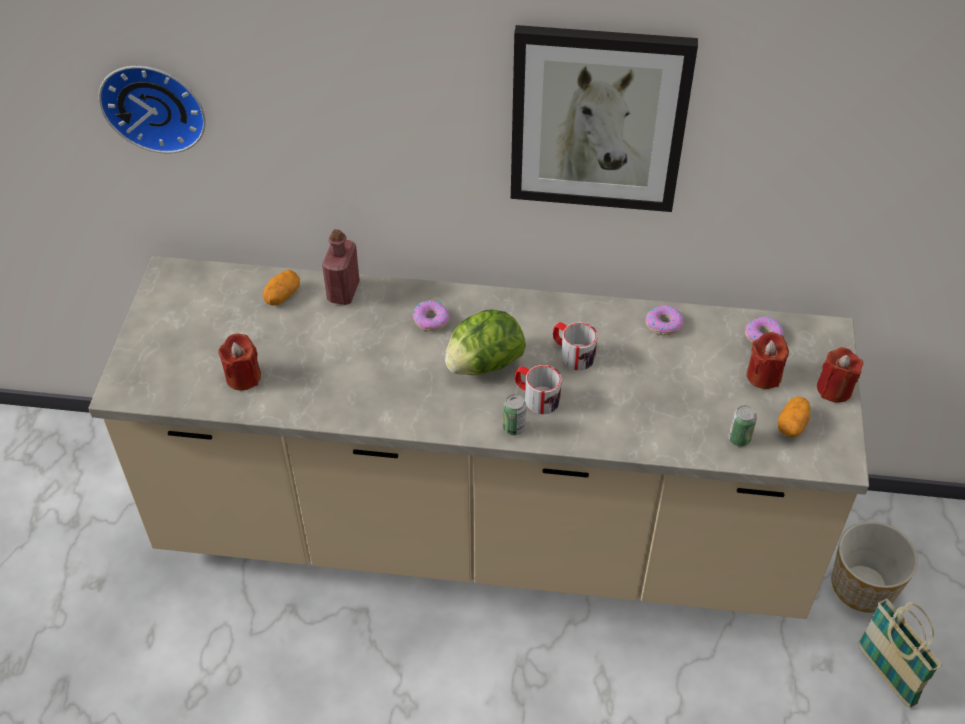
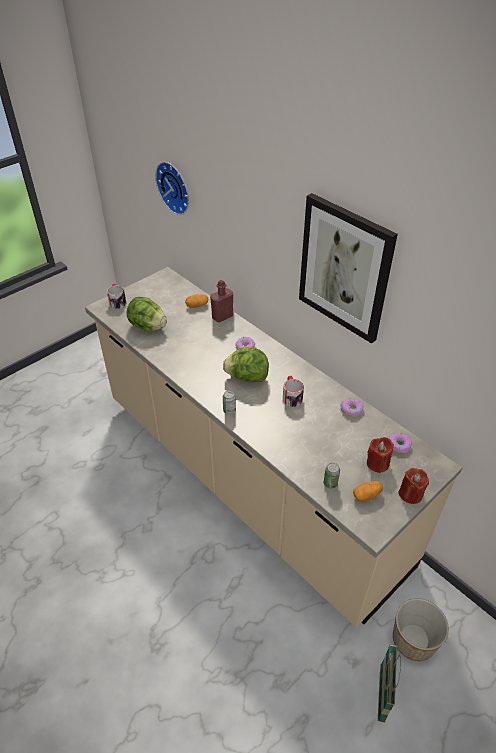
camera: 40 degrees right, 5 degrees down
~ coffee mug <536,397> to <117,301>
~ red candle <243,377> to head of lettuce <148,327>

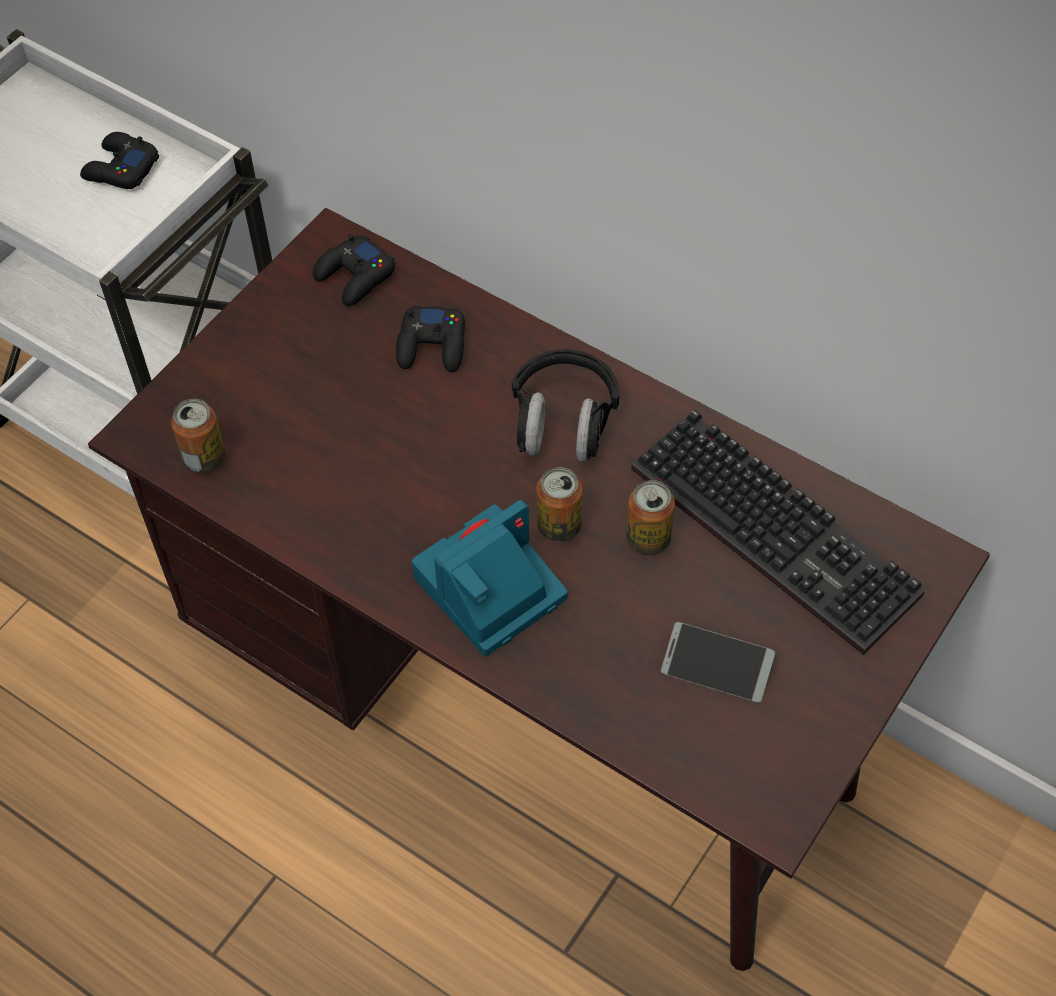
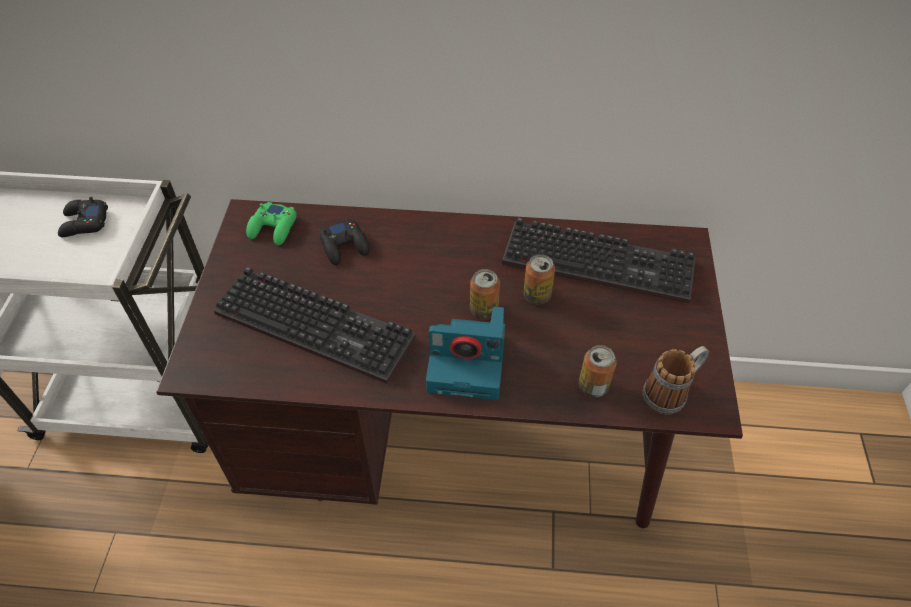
camera: 30 degrees left, 5 degrees down
+ keyboard <319,324>
~ black joypad <355,277> to green-coloured joypad <273,228>
~ photo camera <488,590> = <469,363> 105 degrees counterclockwise
~ sealed can <204,457> to <593,386>
+ coffee mug <671,392>
- black headset <563,422>
- handset <716,667>

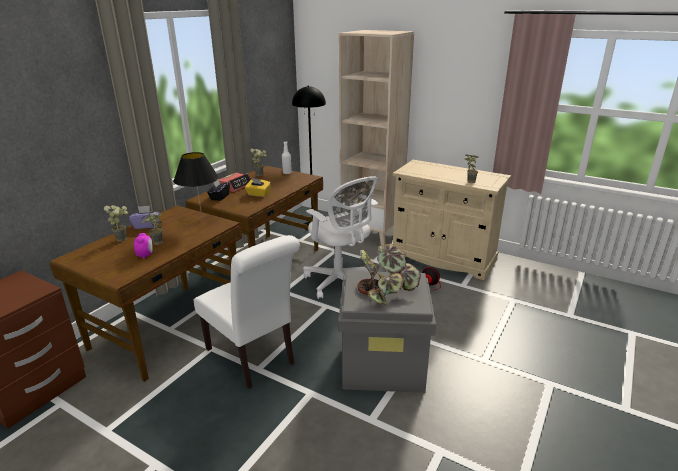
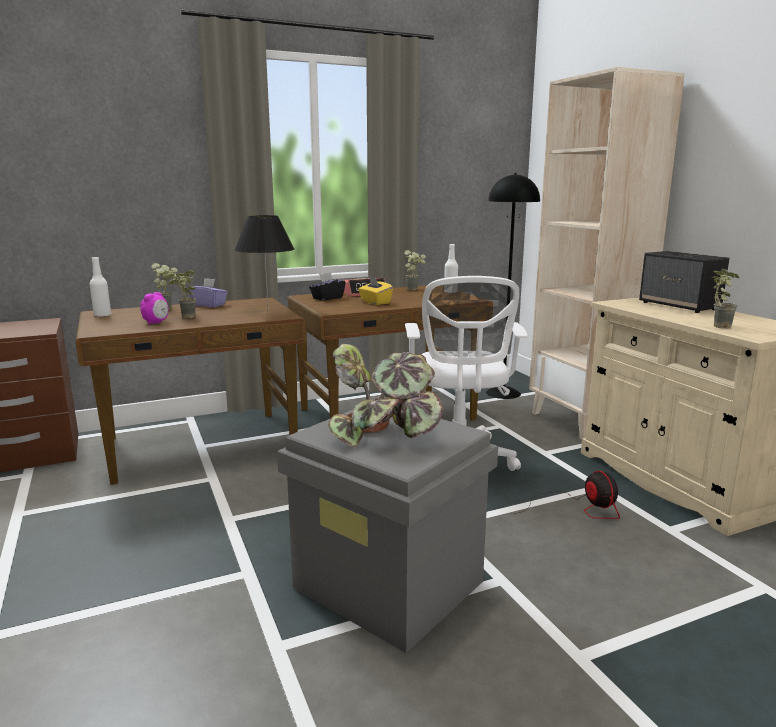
camera: 35 degrees right, 10 degrees down
+ white-coloured drink bottle <102,315>
+ speaker <679,306>
- white-coloured chair <253,358>

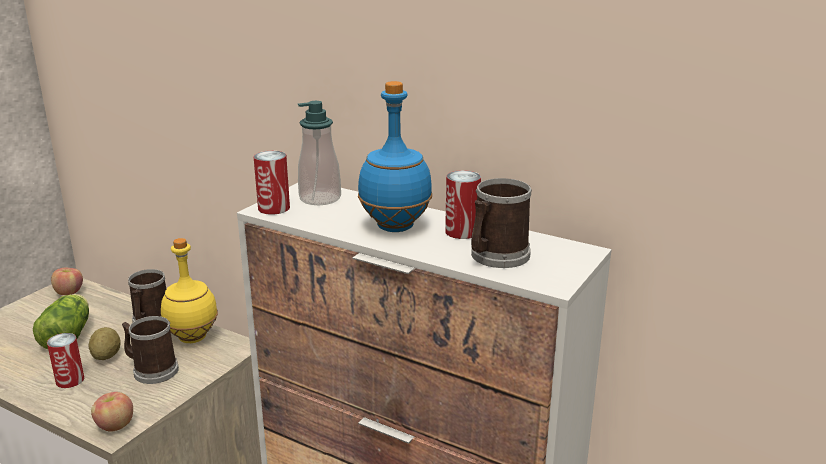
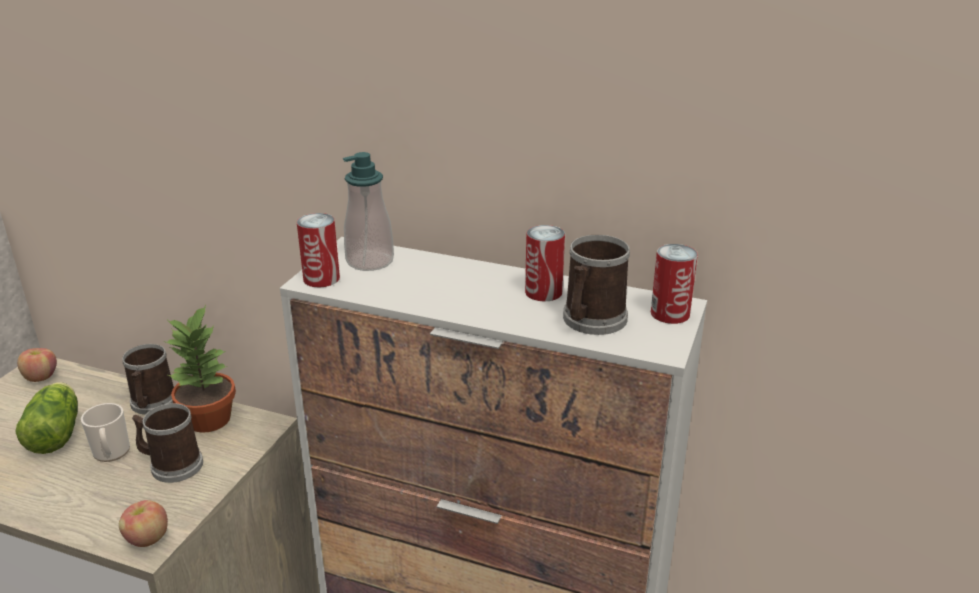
camera: 10 degrees left, 5 degrees up
~ whole potato <106,356> to coffee mug <111,453>
~ yellowish drink bottle <193,337> to houseplant <210,419>
~ sealed can <70,380> to <670,313>
- blue-coloured drink bottle <396,227>

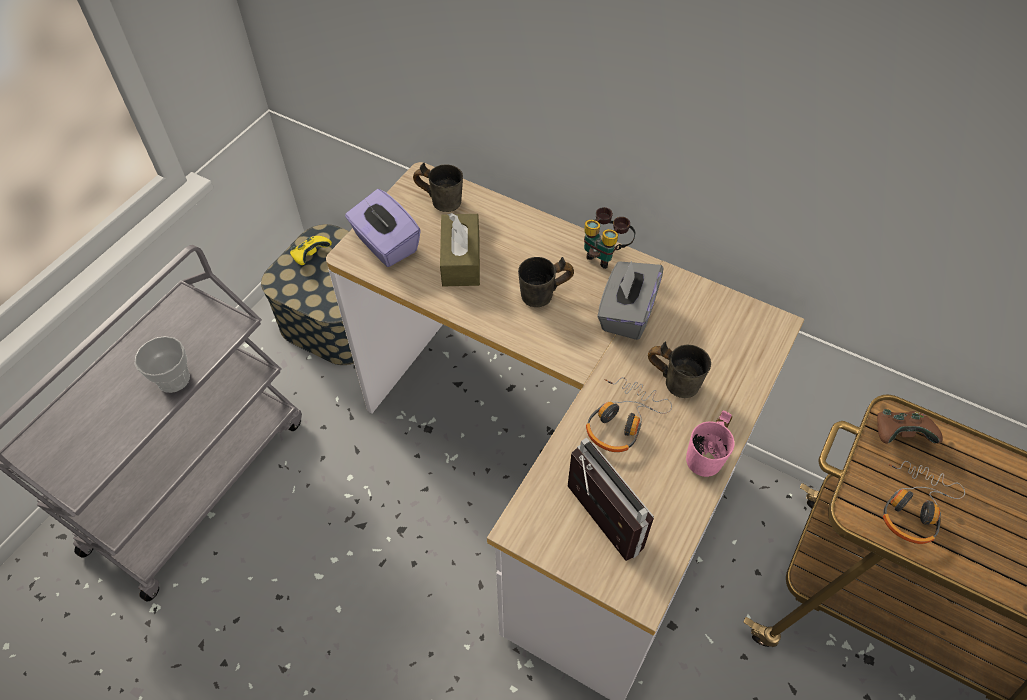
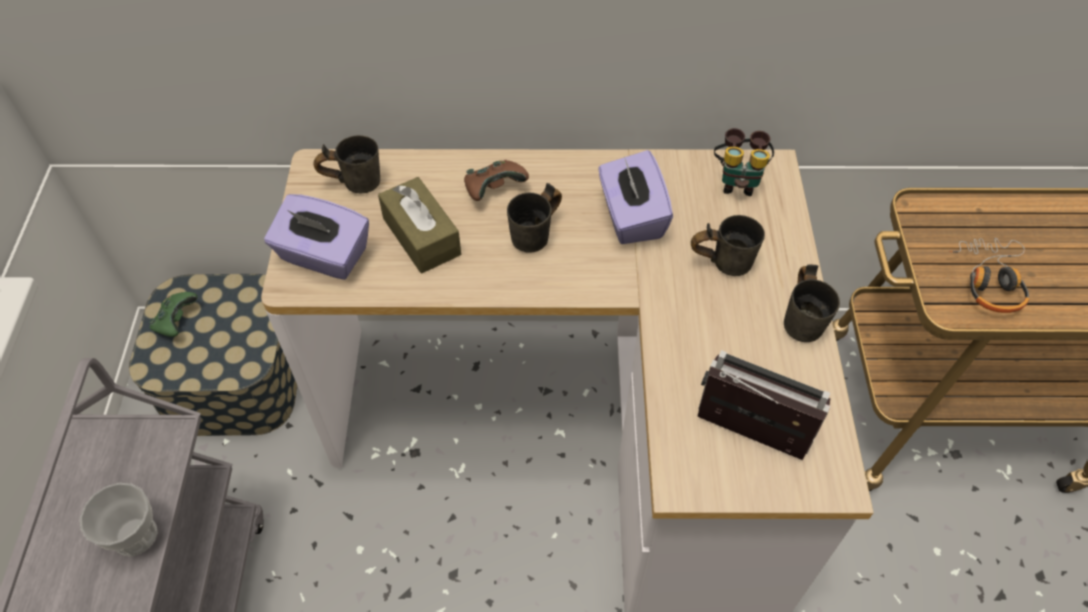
camera: 30 degrees left, 0 degrees up
~ yellowish joypad <311,256> to green-coloured joypad <176,321>
~ brown joypad <900,435> to <494,189>
~ grey tissue box <626,313> to purple-coloured tissue box <631,217>
~ pair of binoculars <604,254> to <738,181>
~ pink coffee mug <711,457> to grey coffee mug <806,320>
- headset <622,420>

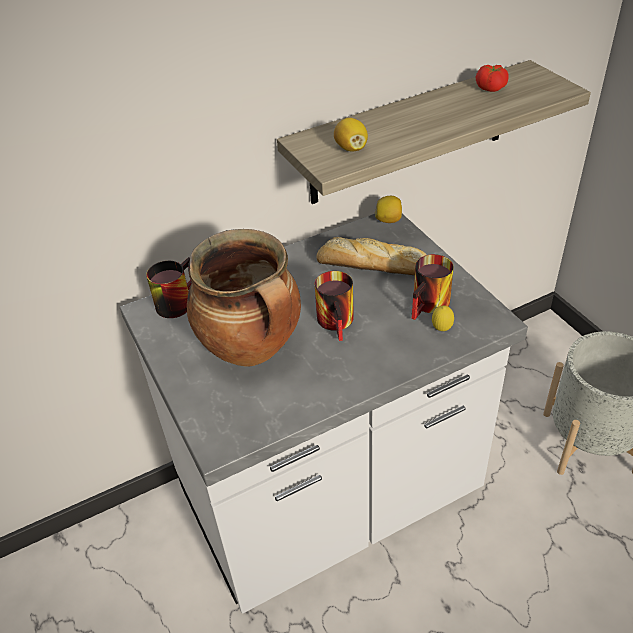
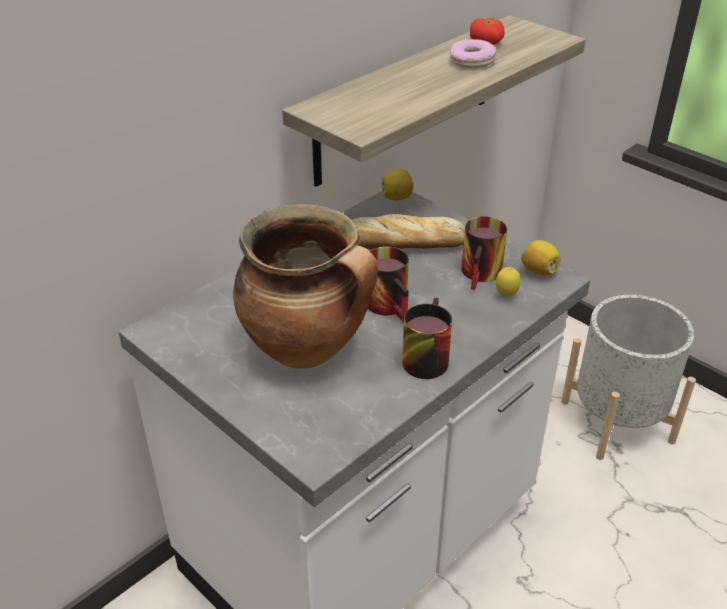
camera: 20 degrees left, 5 degrees down
~ coffee mug <175,300> to <422,356>
+ doughnut <471,61>
~ lemon <351,148> to <538,271>

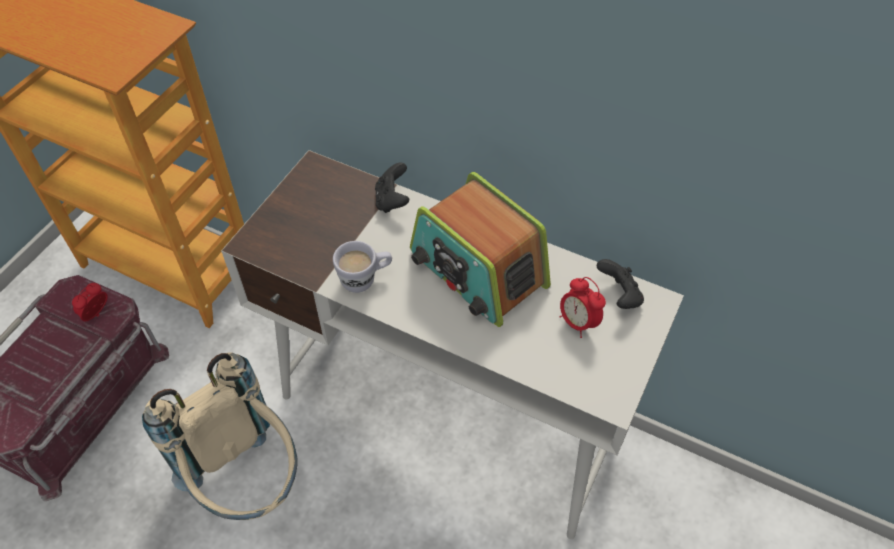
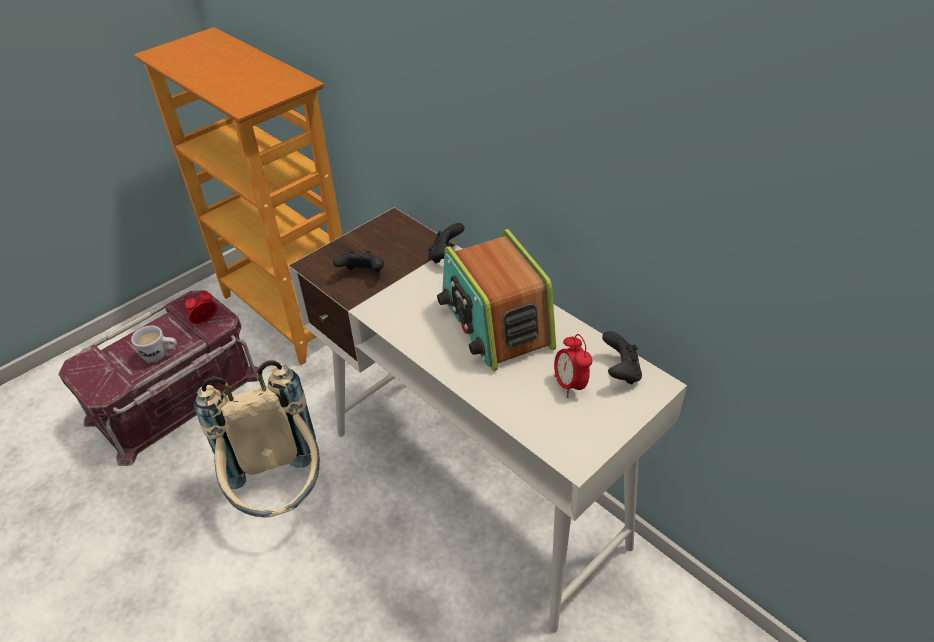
camera: 20 degrees right, 10 degrees down
~ white-coloured coffee mug <365,279> to <161,355>
+ black joypad <363,274>

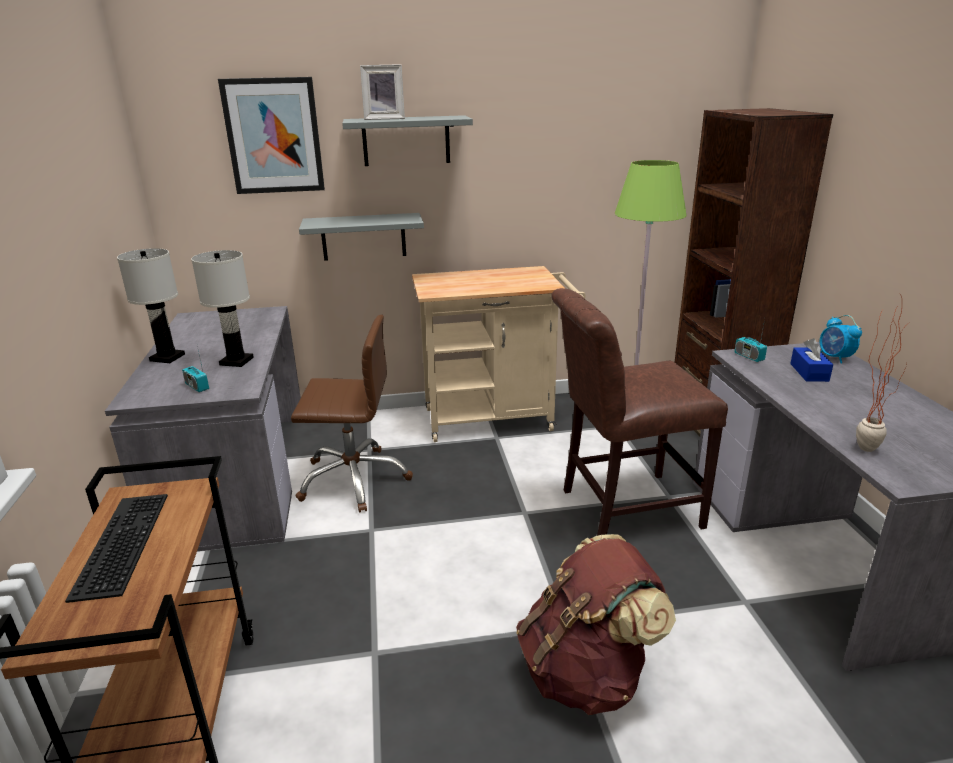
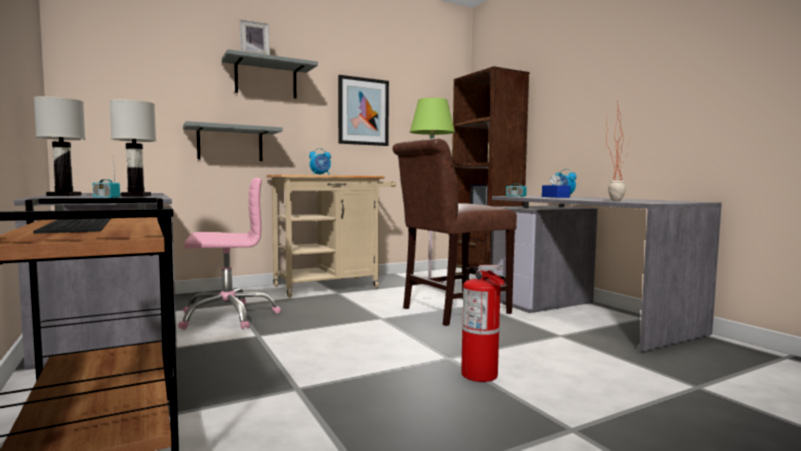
camera: 20 degrees left, 20 degrees down
~ brown office chair <354,479> to pink office chair <228,316>
+ bedside clock <320,174>
~ wall picture <274,136> to <363,111>
~ brown knapsack <586,673> to fire extinguisher <480,375>

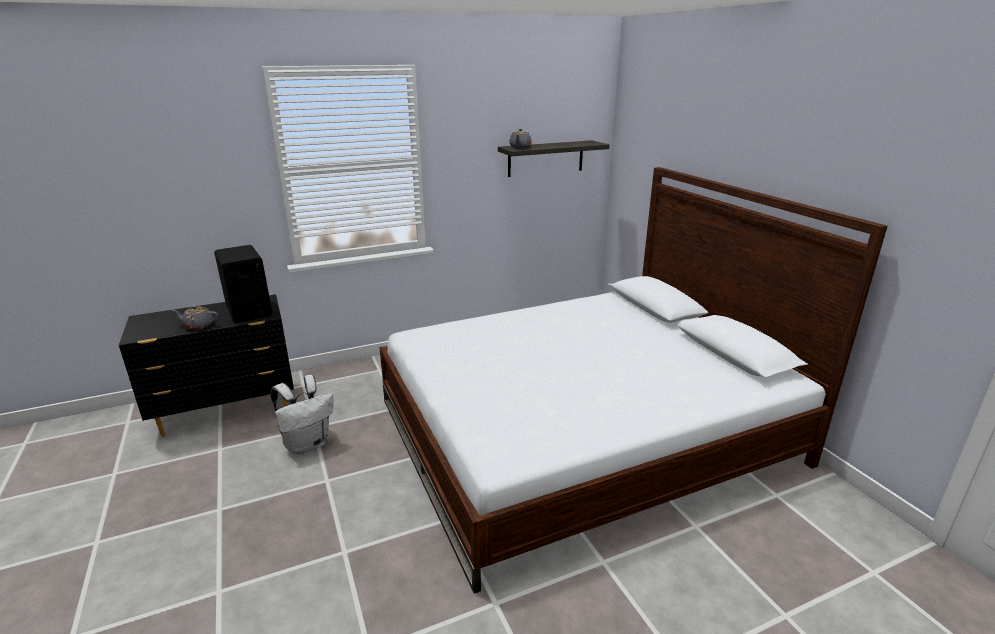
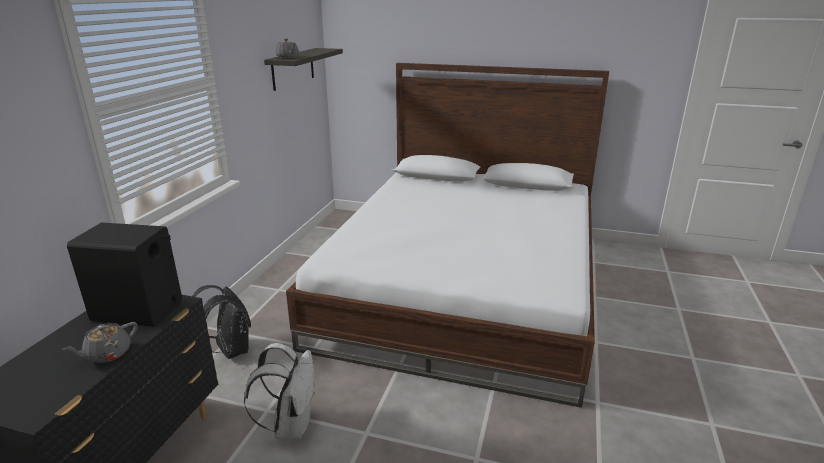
camera: 50 degrees left, 0 degrees up
+ black knapsack <230,350>

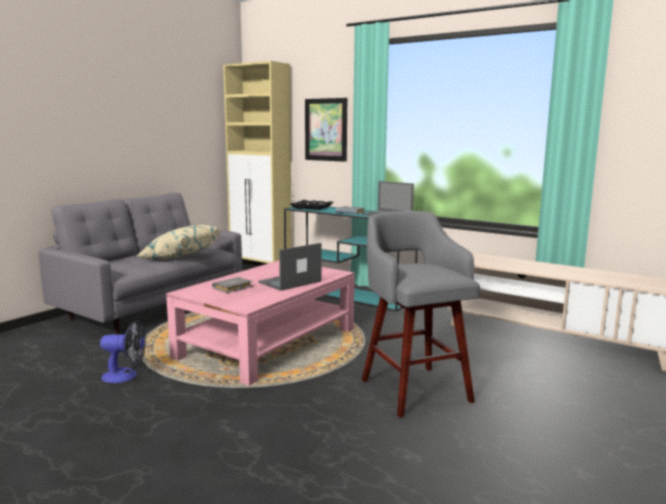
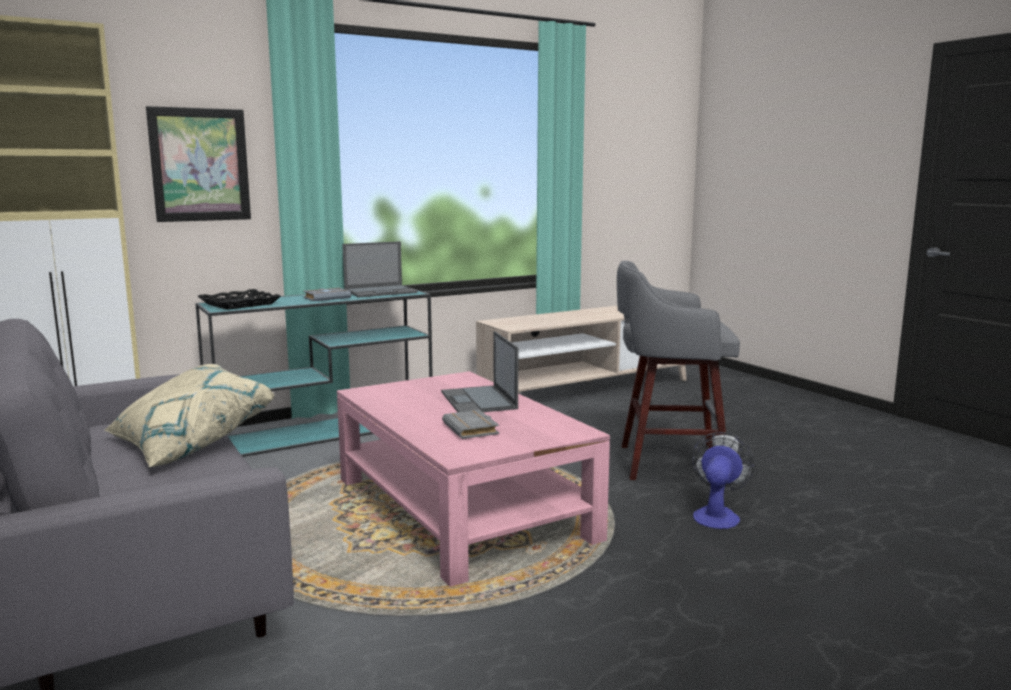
camera: 65 degrees left, 0 degrees up
~ electric fan <125,376> to <717,515>

